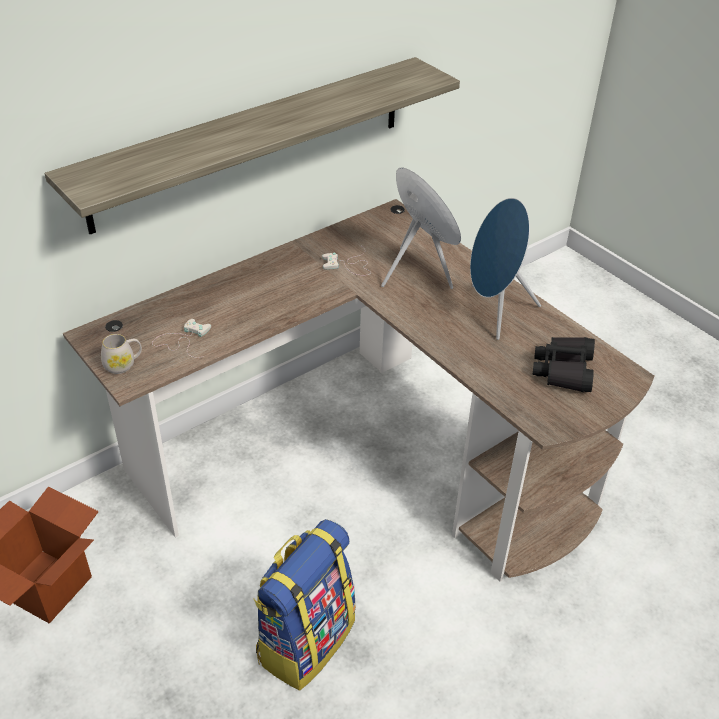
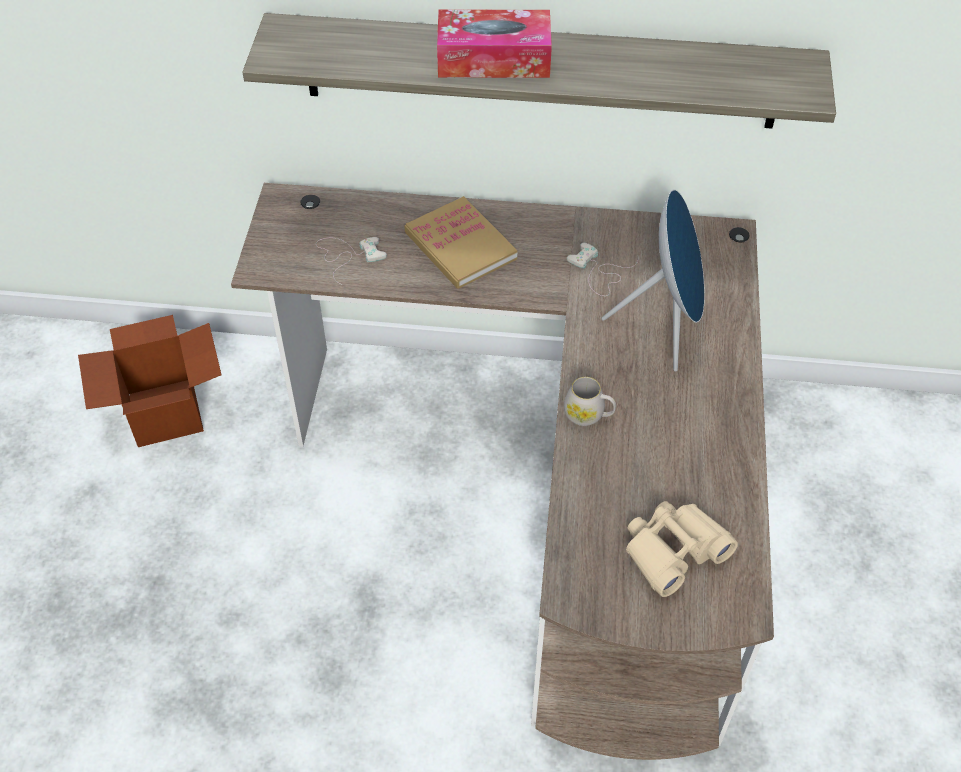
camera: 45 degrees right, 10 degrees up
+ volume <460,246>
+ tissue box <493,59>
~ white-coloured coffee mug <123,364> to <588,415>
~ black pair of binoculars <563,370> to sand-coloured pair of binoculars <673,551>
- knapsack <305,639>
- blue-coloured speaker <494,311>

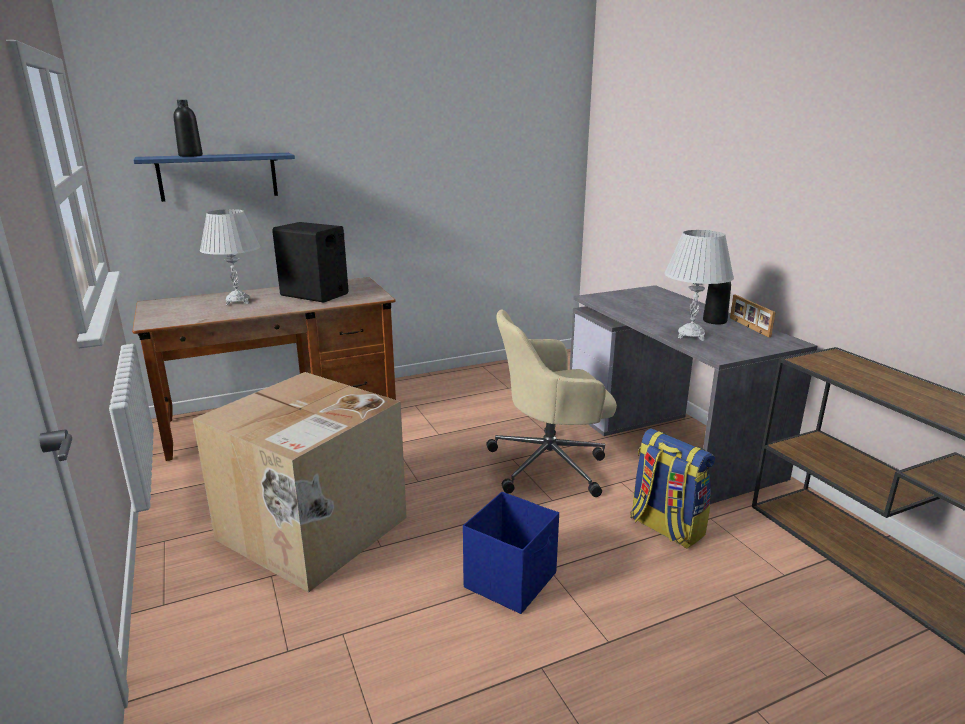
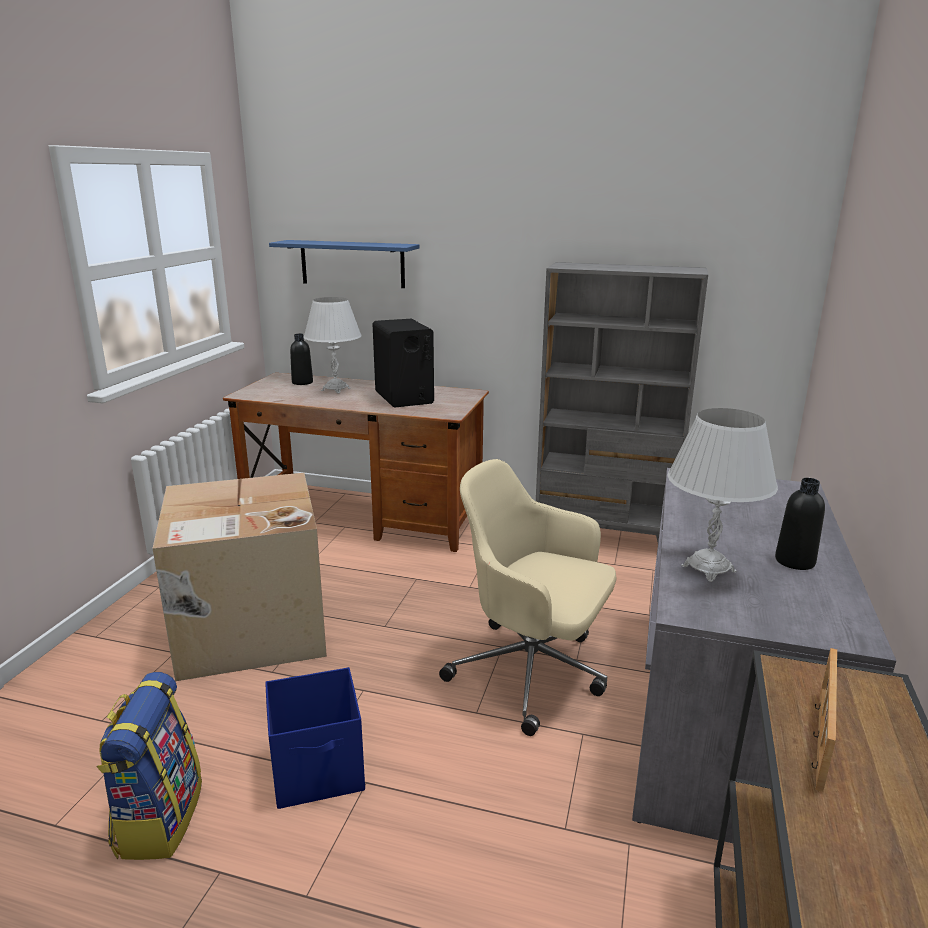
camera: 40 degrees right, 0 degrees up
~ knapsack <665,528> to <158,818>
~ black drink bottle <190,156> to <302,382>
+ grey shelving unit <604,537>
~ photo frame <748,327> to <818,737>

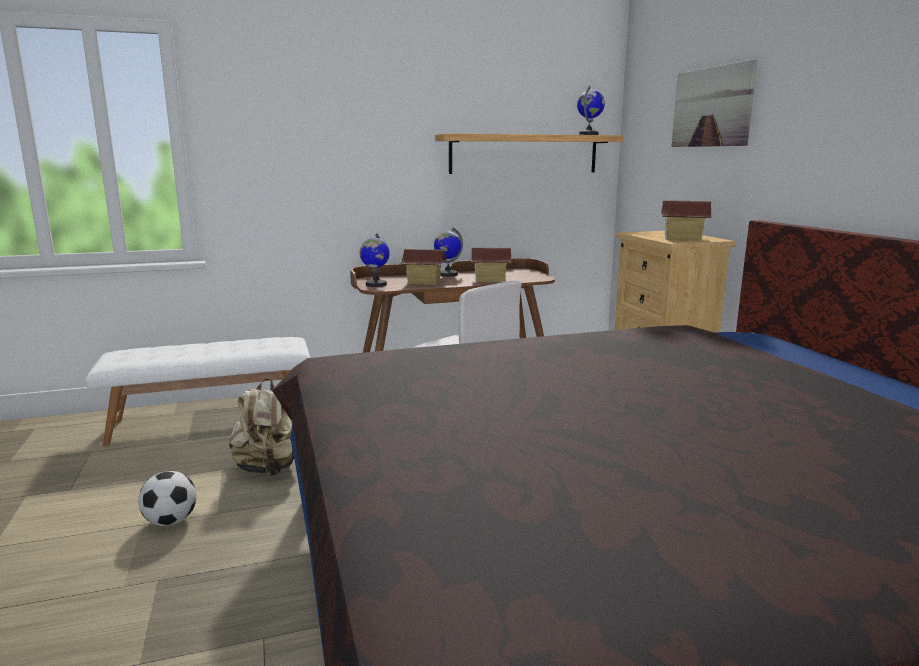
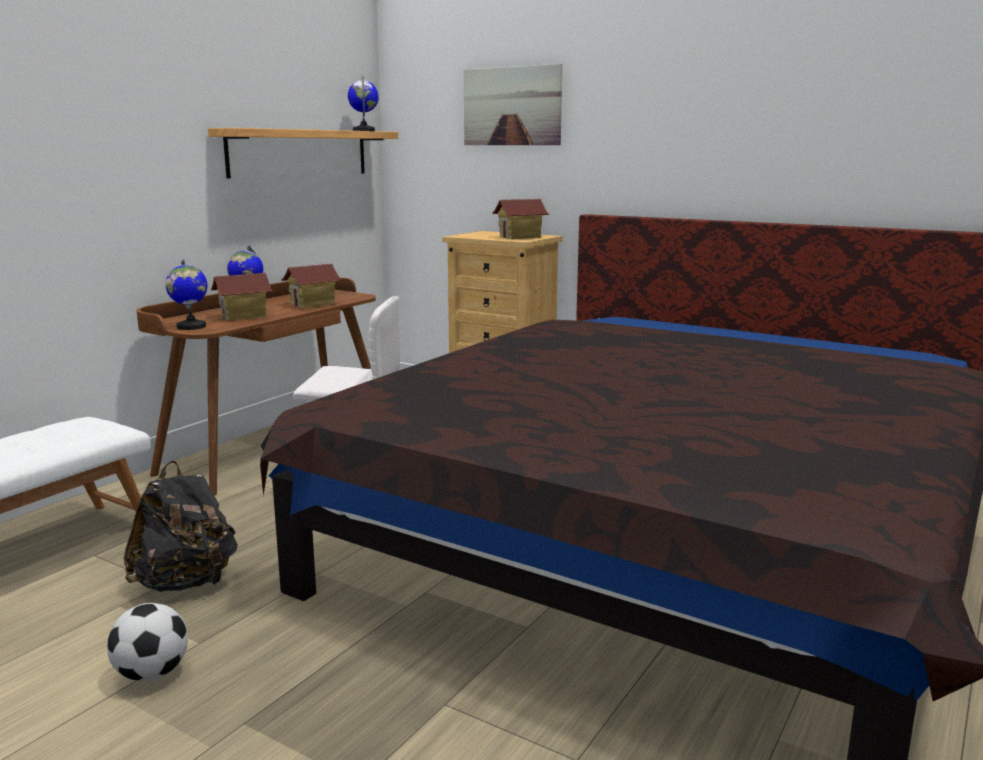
camera: 40 degrees left, 0 degrees up
~ sand-coloured knapsack <269,469> to black knapsack <186,583>

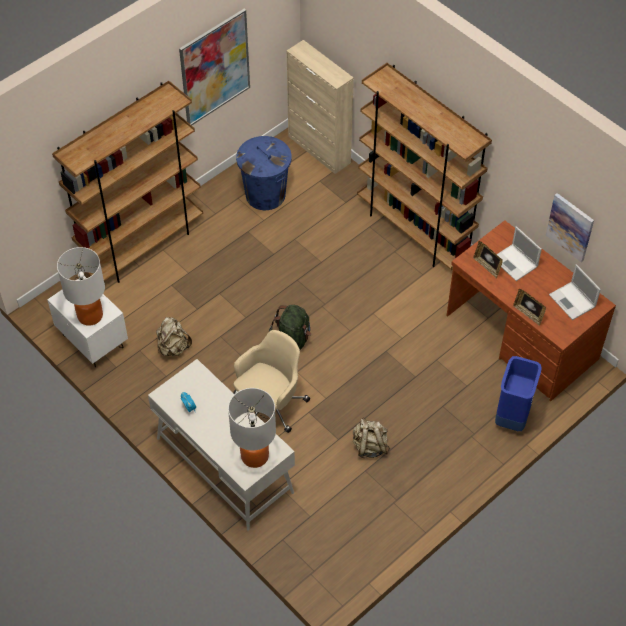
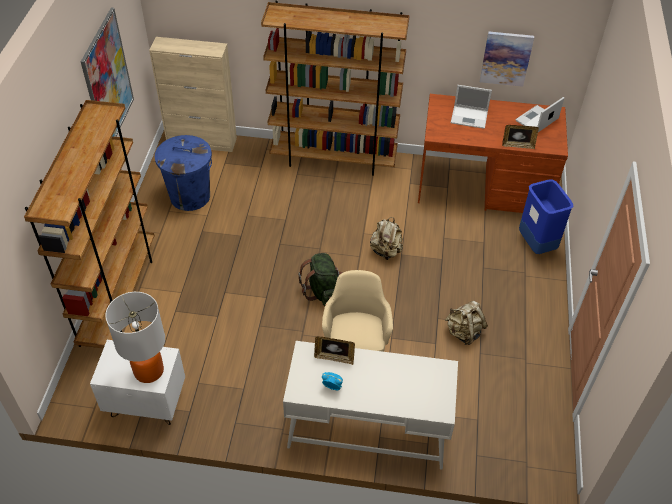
camera: 40 degrees left, 5 degrees down
~ photo frame <487,266> to <334,357>
~ sand-coloured knapsack <173,347> to <386,251>
~ laptop <572,301> = <536,120> 120 degrees clockwise
- lamp for a table <255,456>

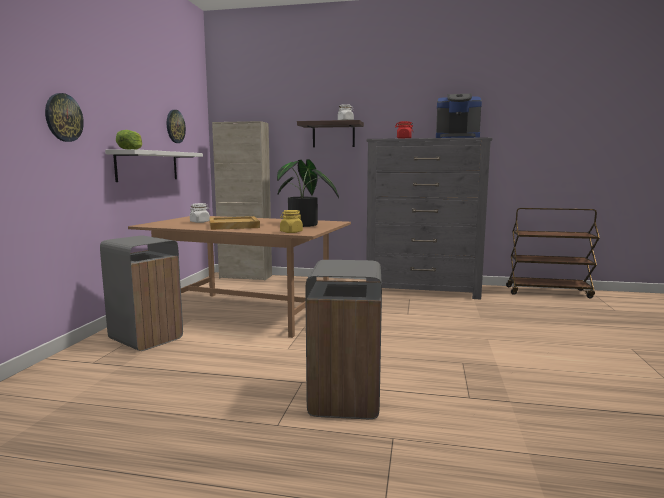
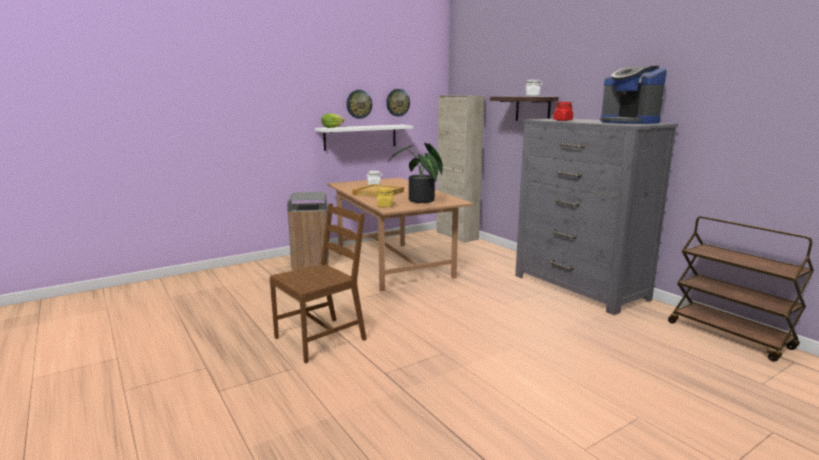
camera: 45 degrees right, 5 degrees up
~ grey trash can <346,398> to brown chair <321,338>
~ clock on the wall <63,117> to <359,104>

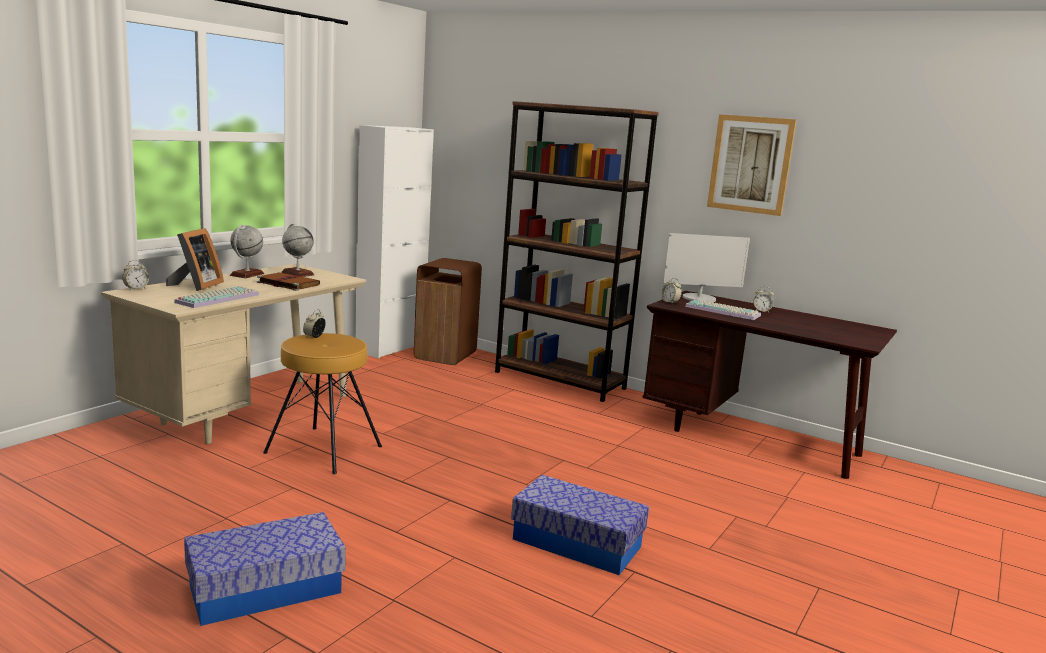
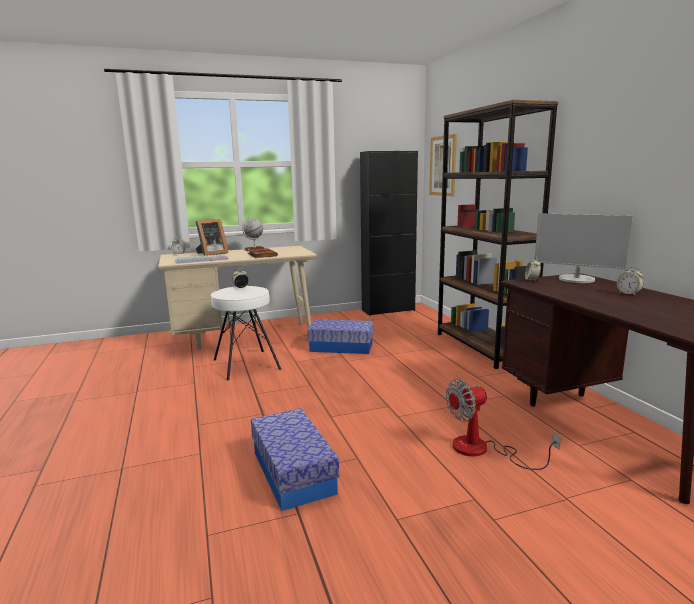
camera: 40 degrees right, 0 degrees up
~ brown sitting stool <323,450> to white-coloured sitting stool <245,364>
~ storage container <265,589> to <341,347>
~ white-coloured storage cabinet <390,348> to black storage cabinet <388,310>
~ wall picture <750,164> to <443,166>
+ electric fan <482,450>
- desk globe <297,273>
- brown trash can <446,355>
- keyboard <724,311>

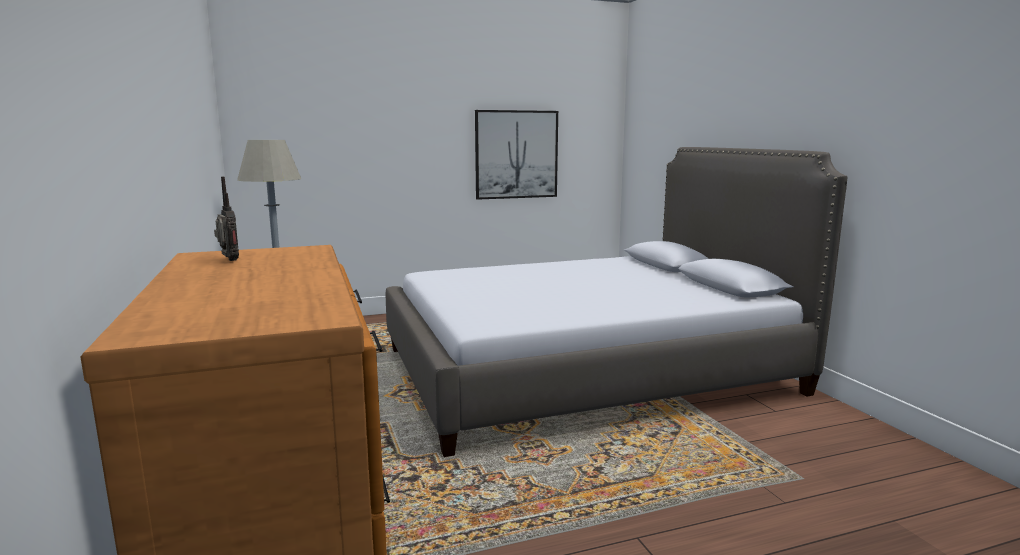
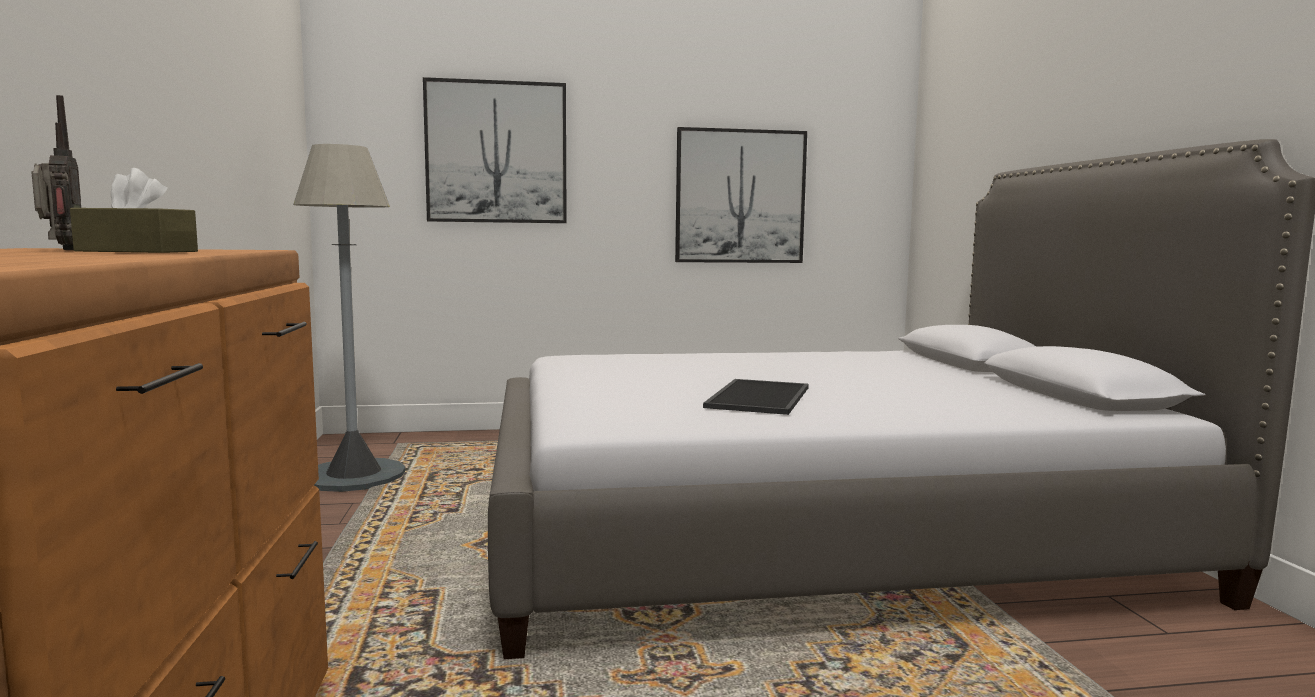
camera: 10 degrees right, 5 degrees down
+ brown tissue box <137,251>
+ wall picture <496,152>
+ carrying tray <757,397>

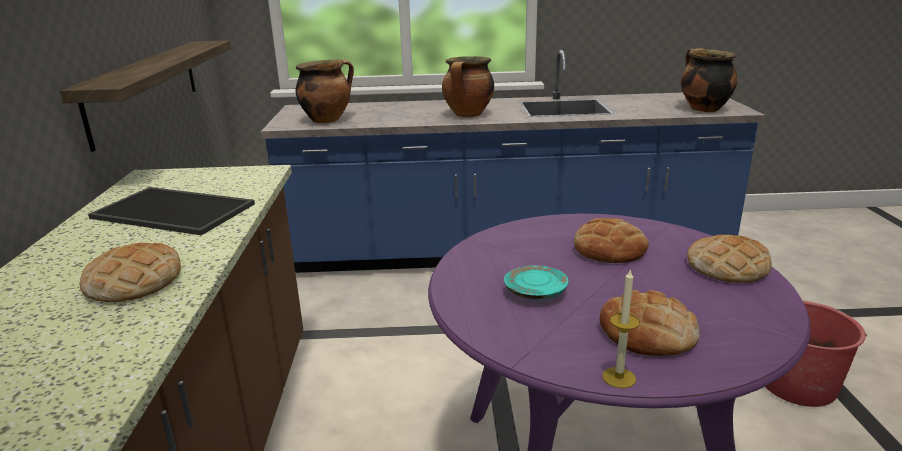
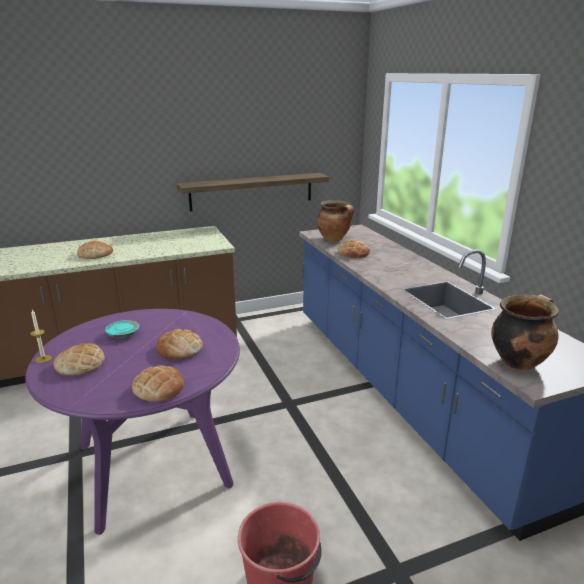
camera: 70 degrees right, 0 degrees up
+ baked bread <353,253>
- carrying tray <176,210>
- stockpot <468,115>

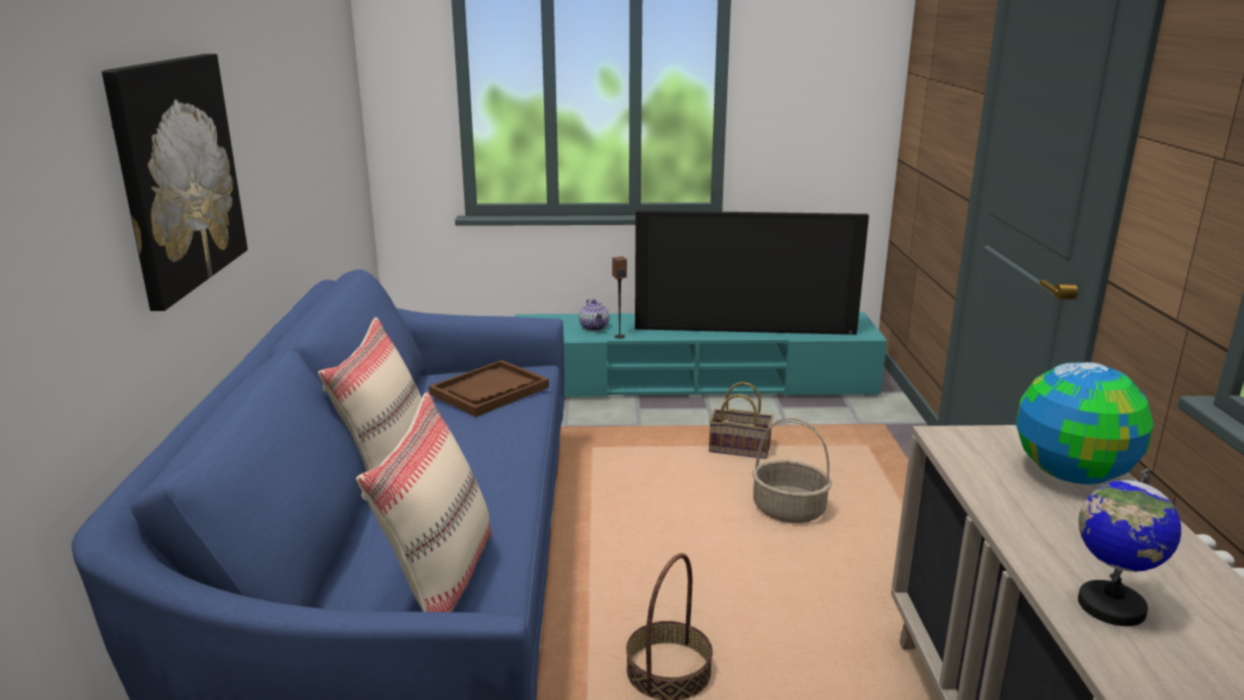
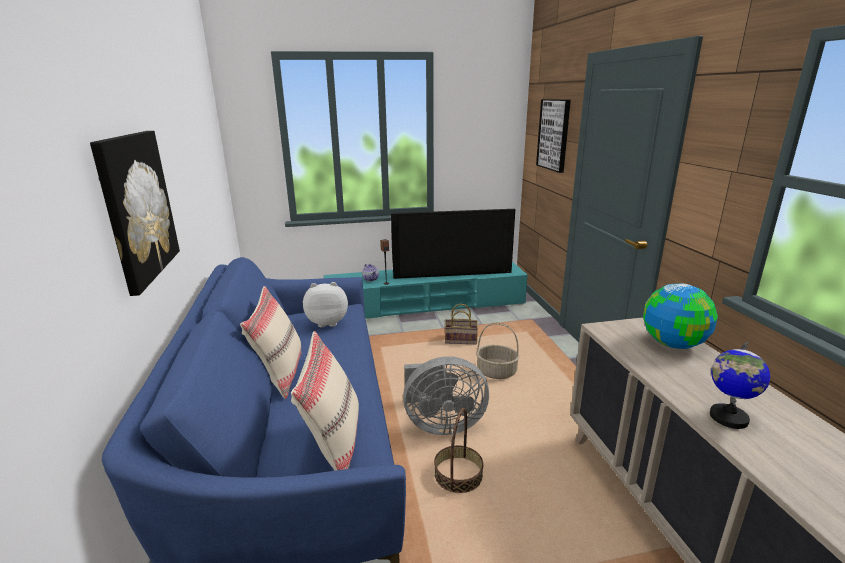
camera: 10 degrees left, 0 degrees up
~ brown carrying tray <489,391> to soft toy <327,322>
+ grey electric fan <441,424>
+ wall picture <554,134>

